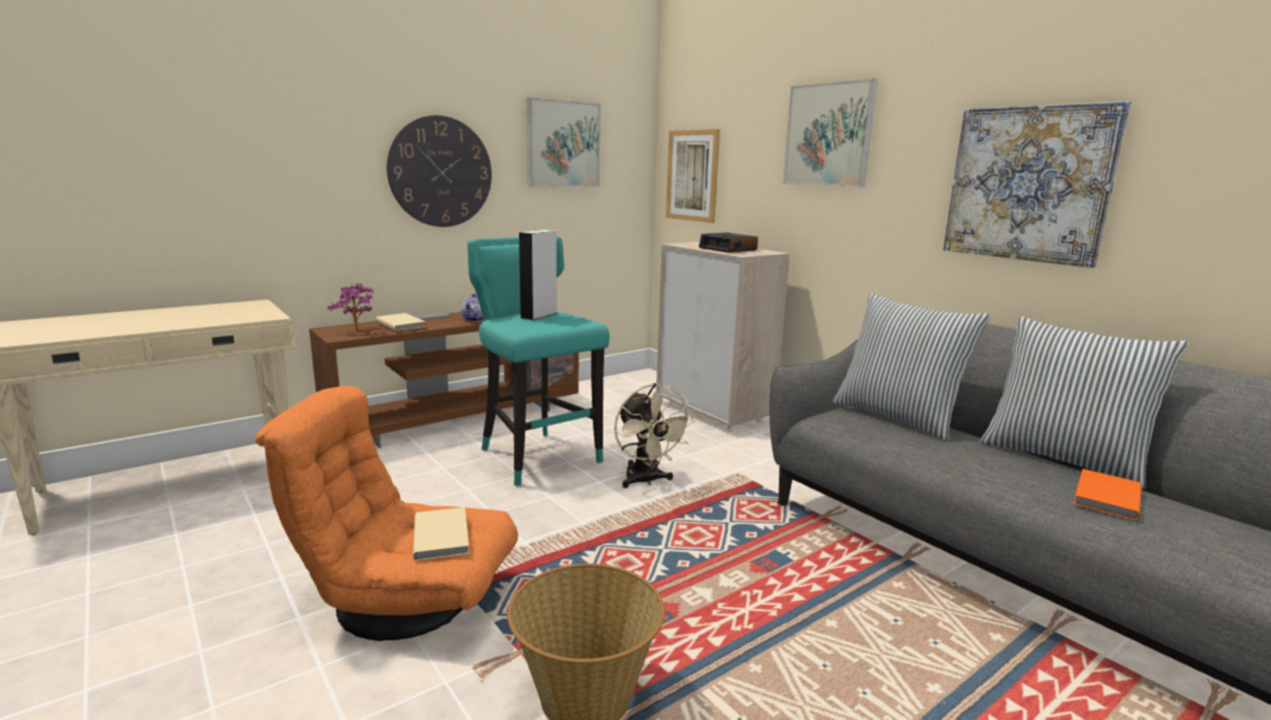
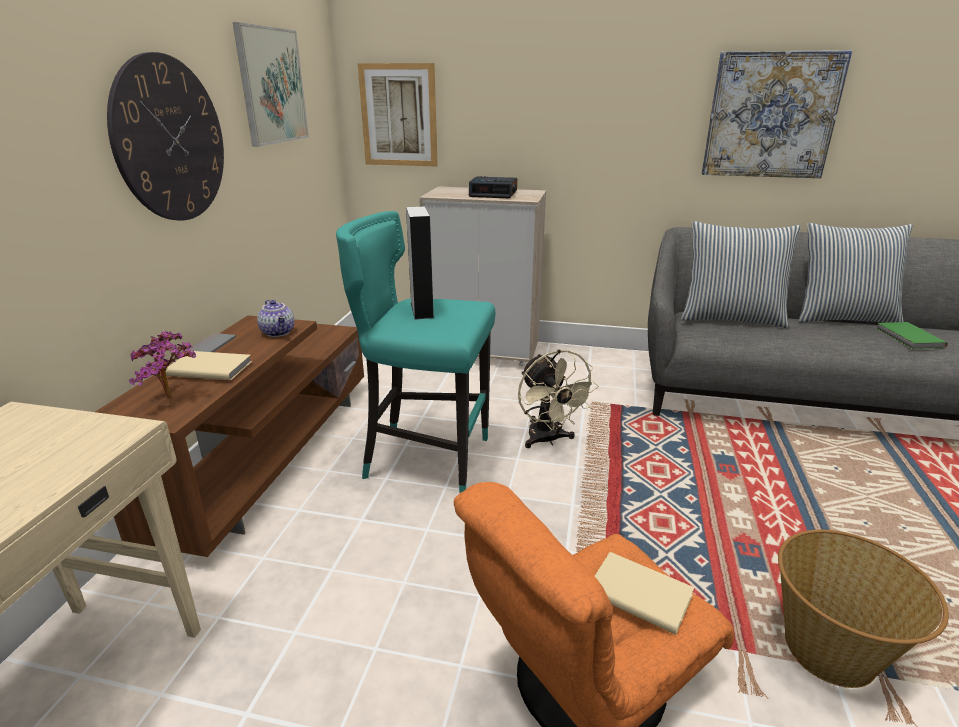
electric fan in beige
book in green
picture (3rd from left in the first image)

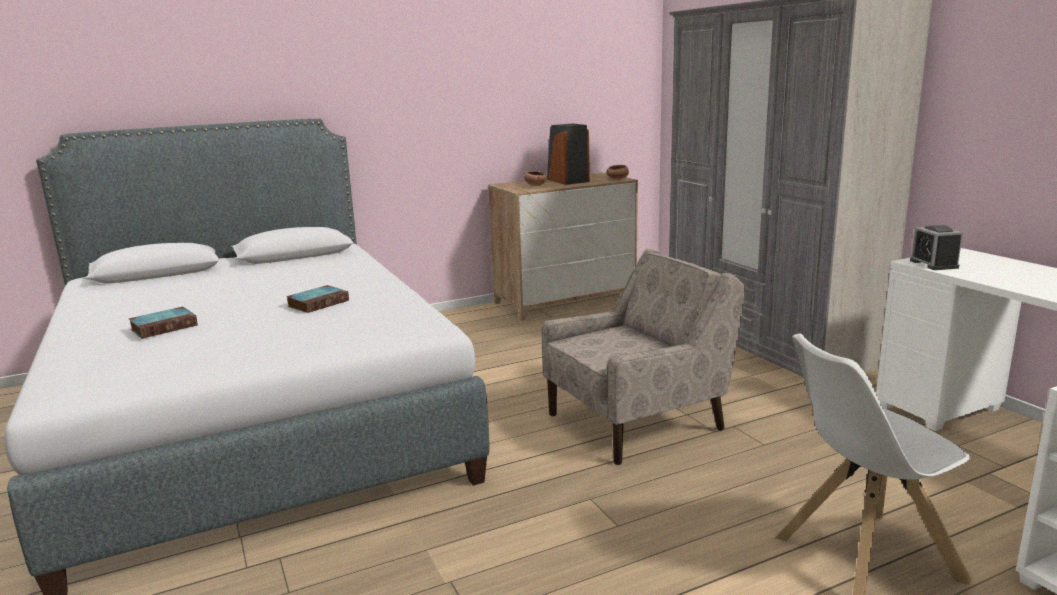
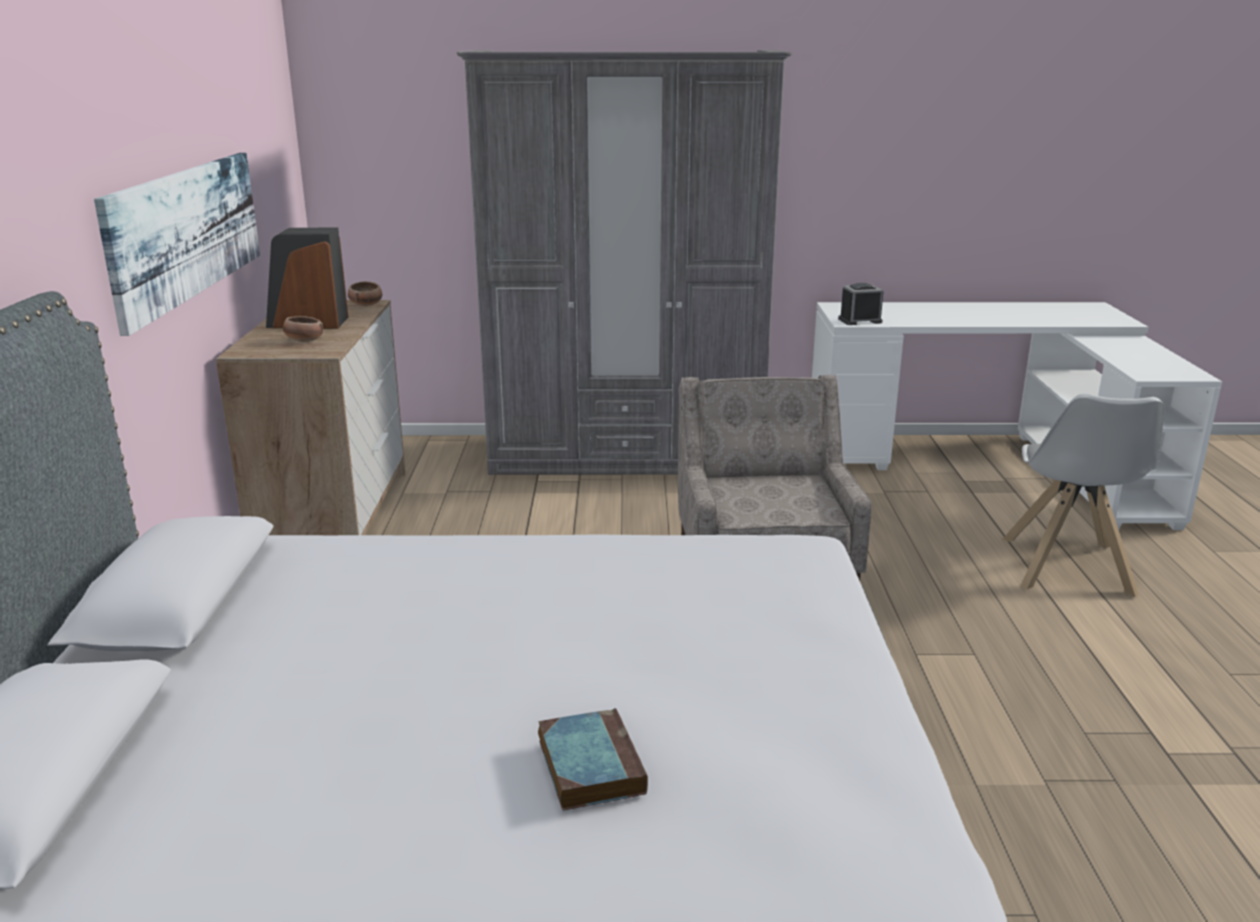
picture
table clock
book (2nd from left in the first image)

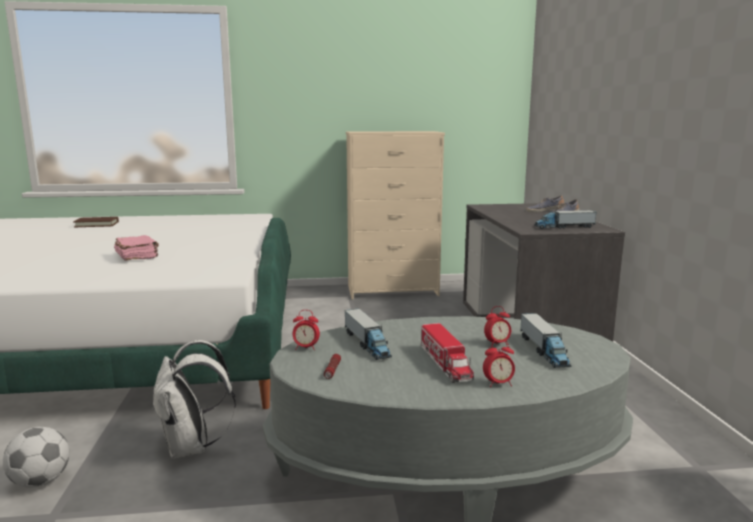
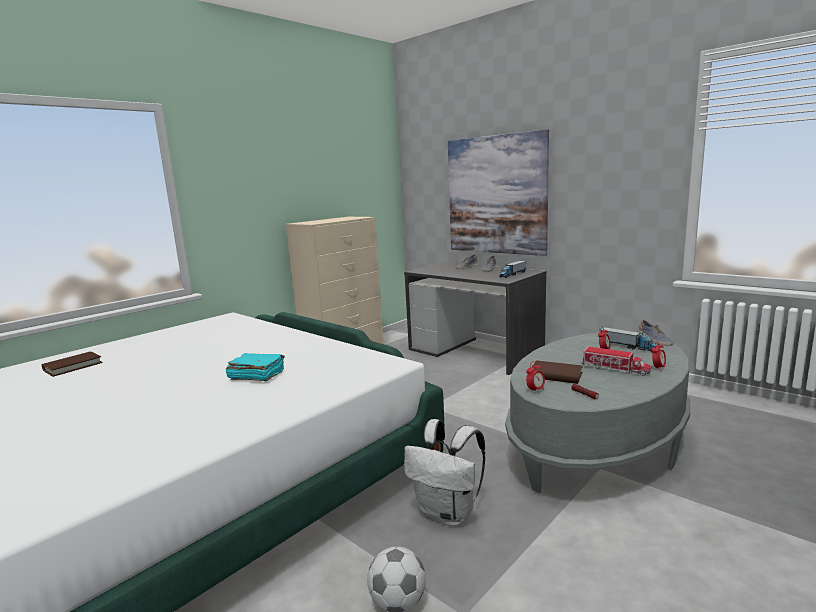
book in blue-green
picture
book in brownish (2nd from left)
shoe (3rd from left)

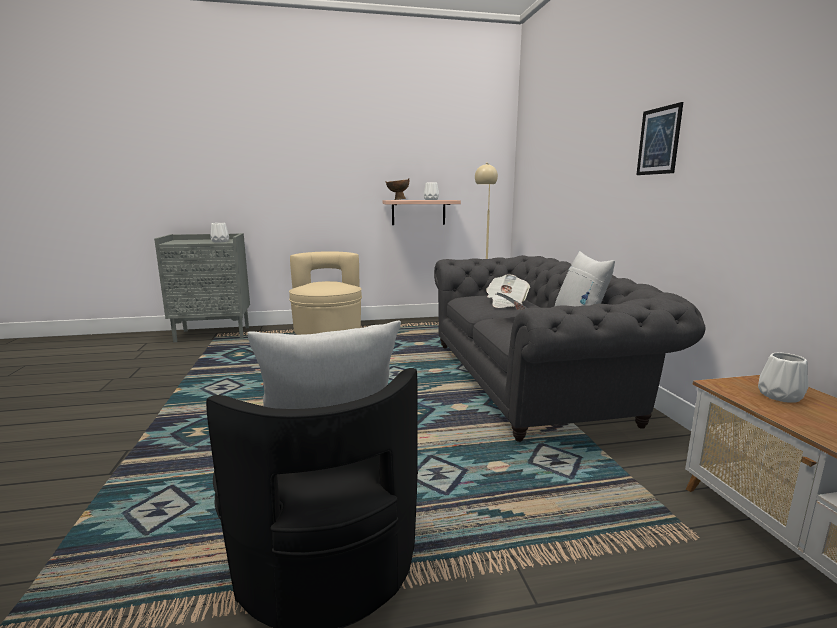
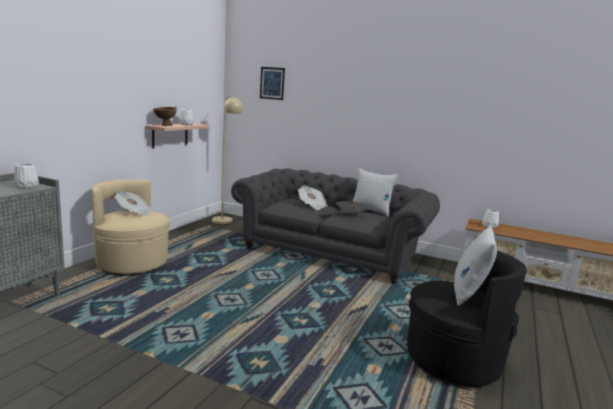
newspaper (1st from left)
picture

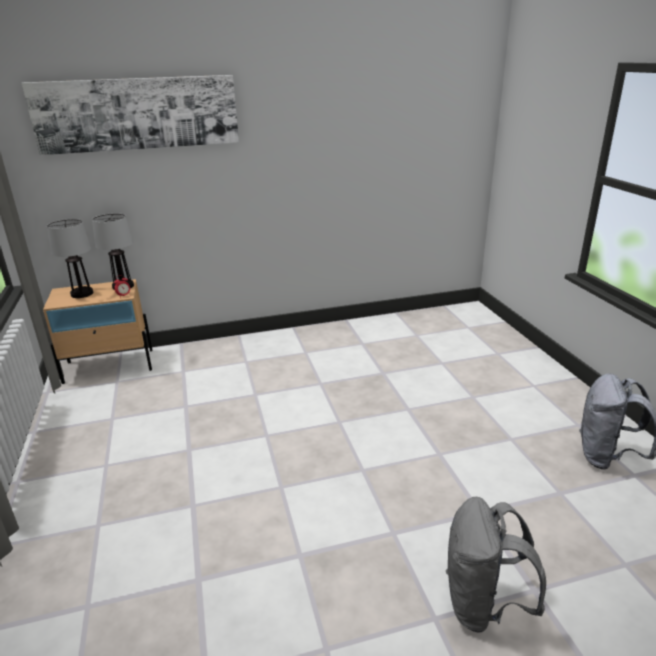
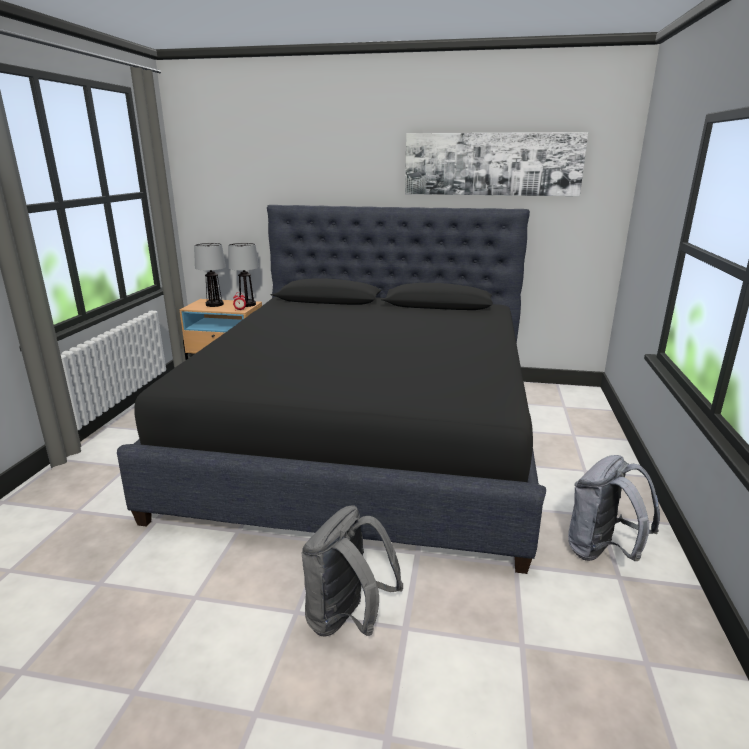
bedroom bed in black
picture

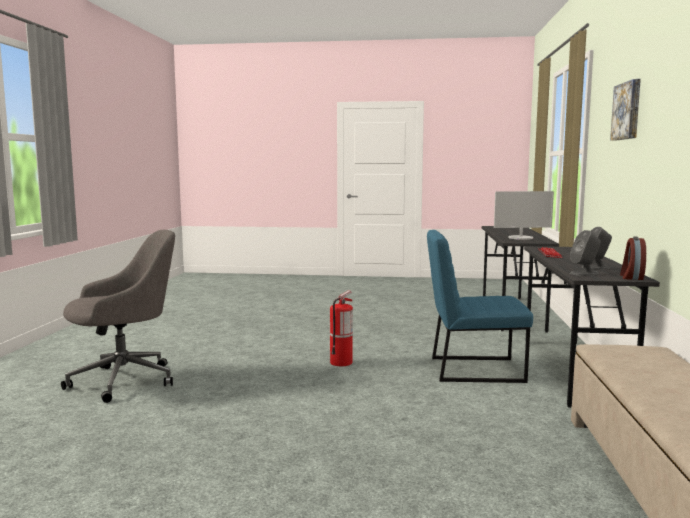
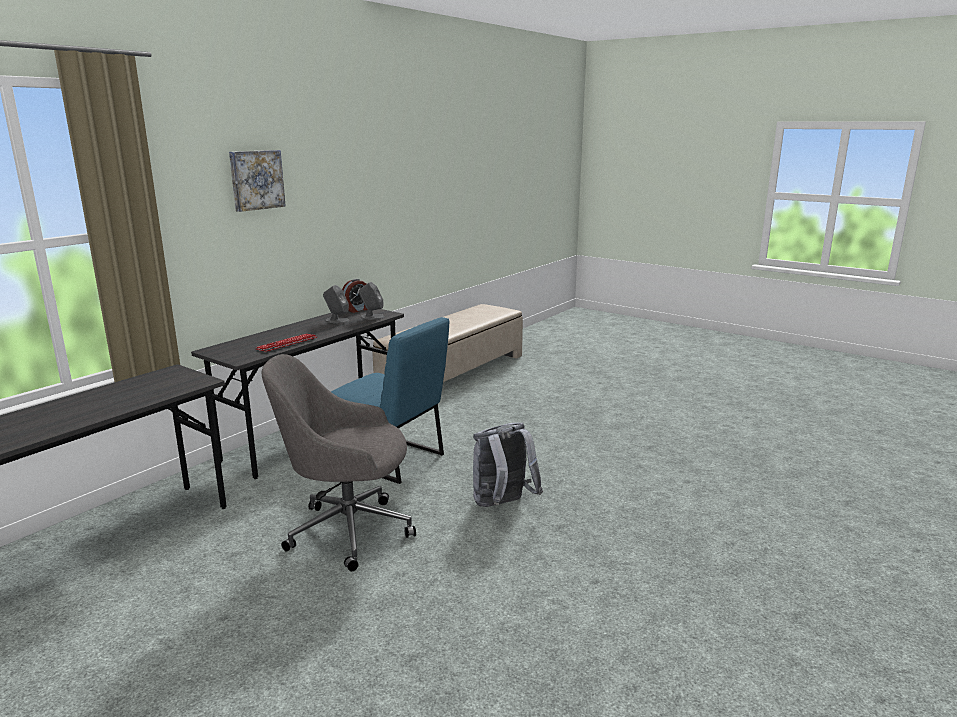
computer chair in grey
backpack in grey
computer screen

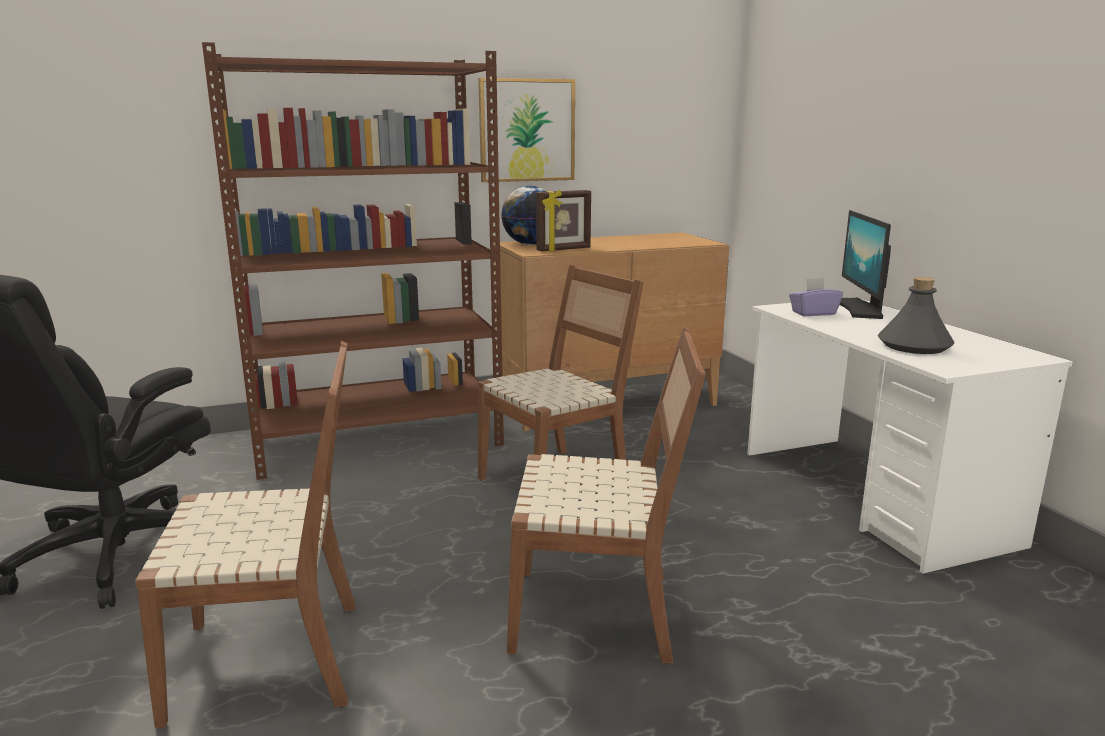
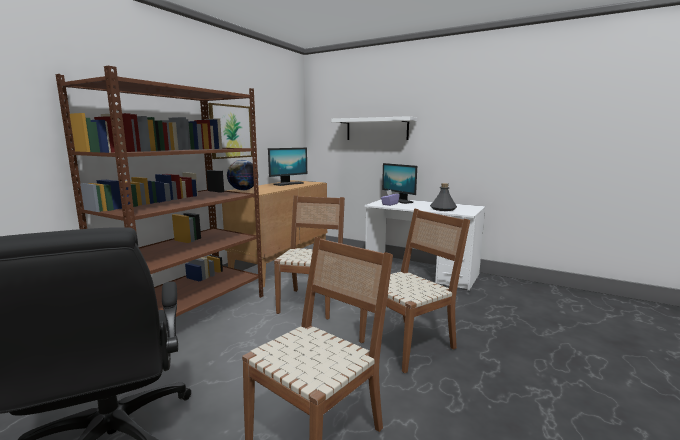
computer screen (1st from left)
wall shelf in whitish
standing frame

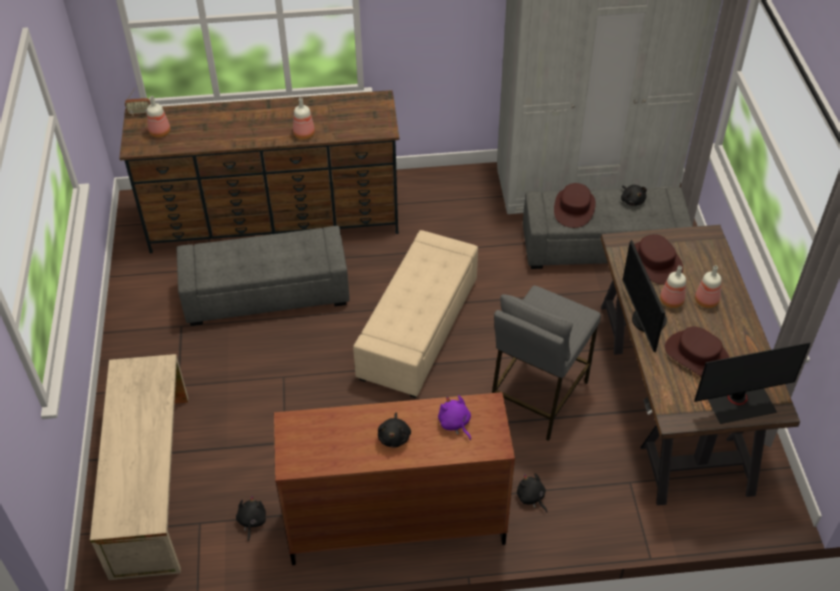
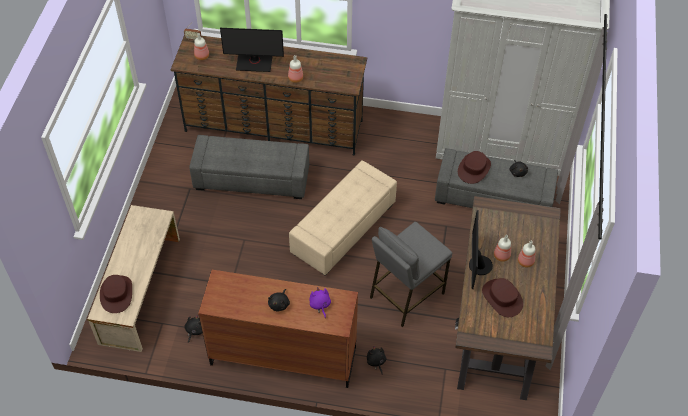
clothing hat in brownish (1st from left)
computer screen (1st from left)

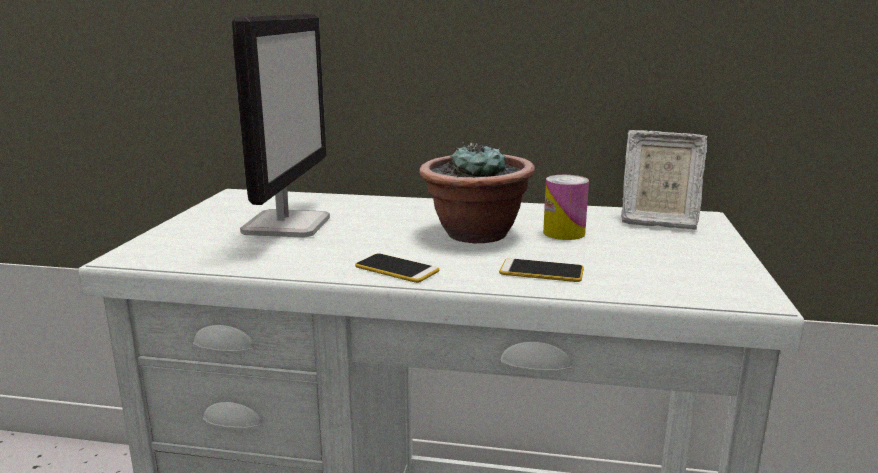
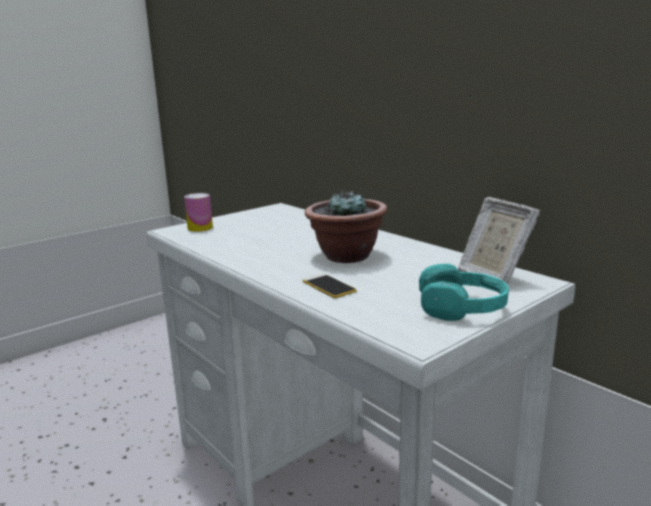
can
headphones in blue-green
computer screen
telephone (1st from left in the first image)

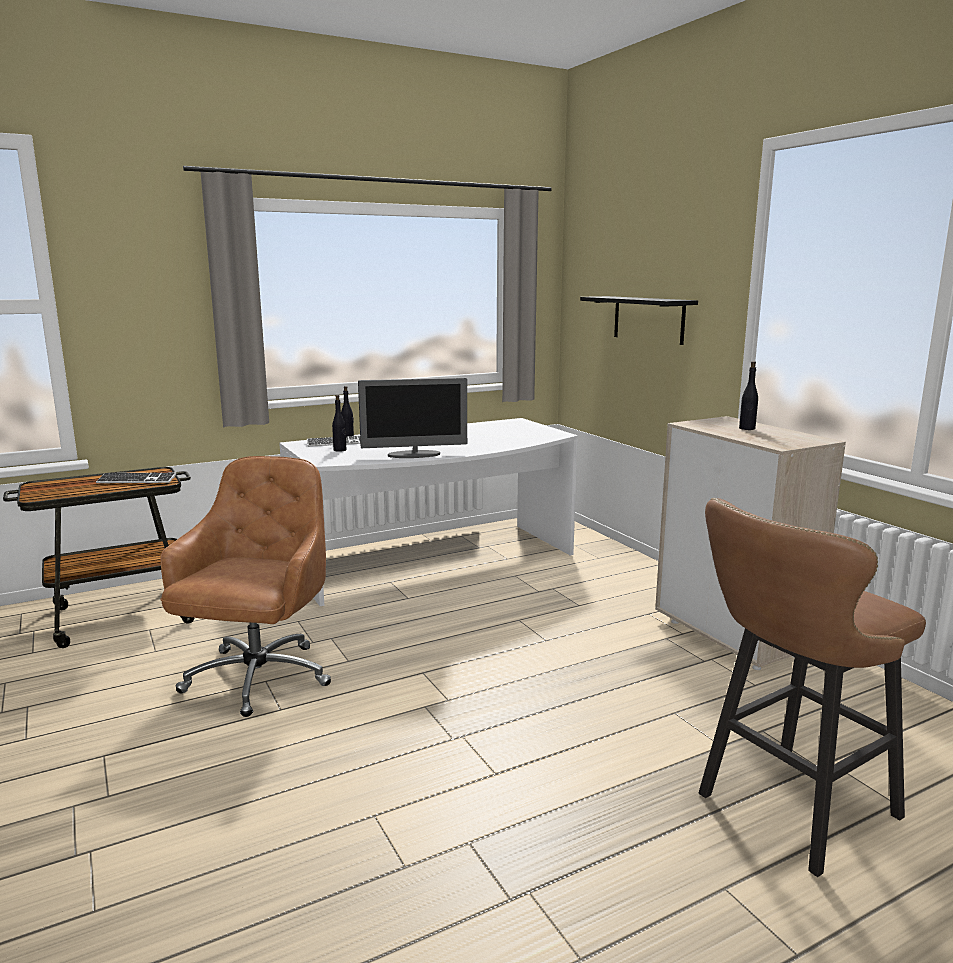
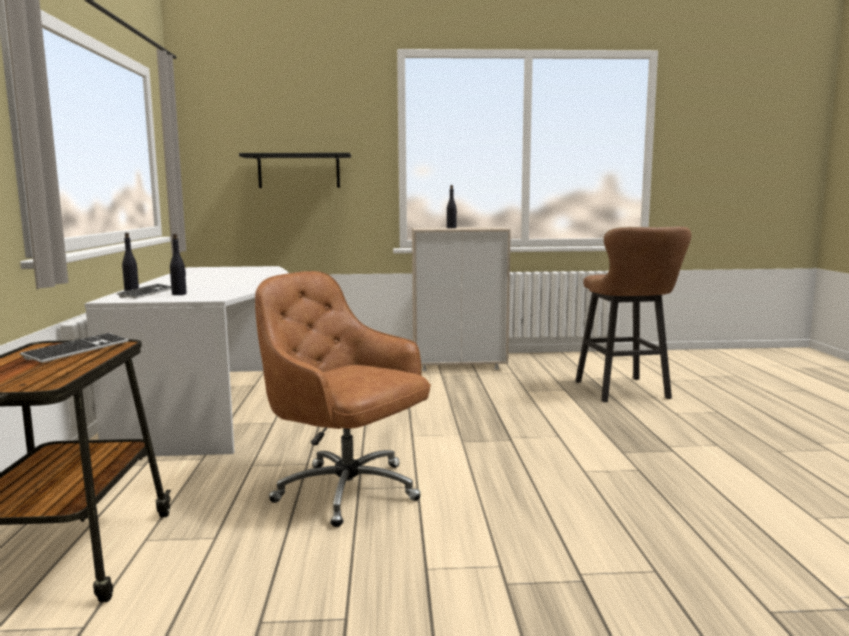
computer screen

